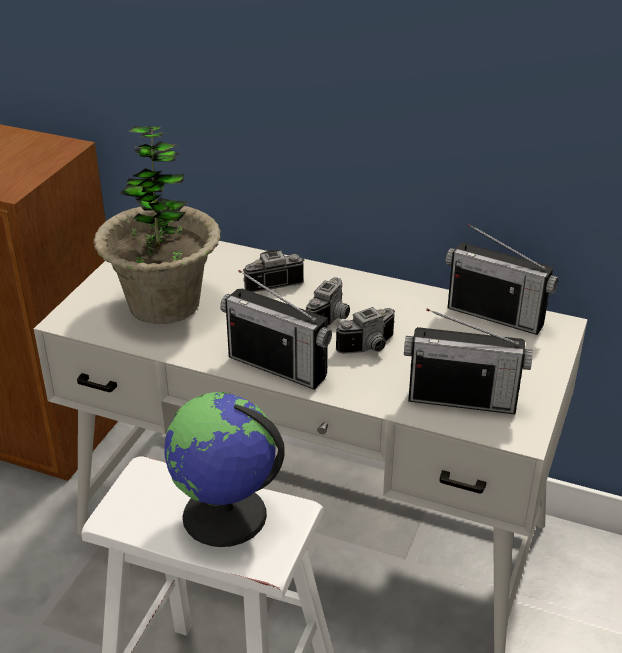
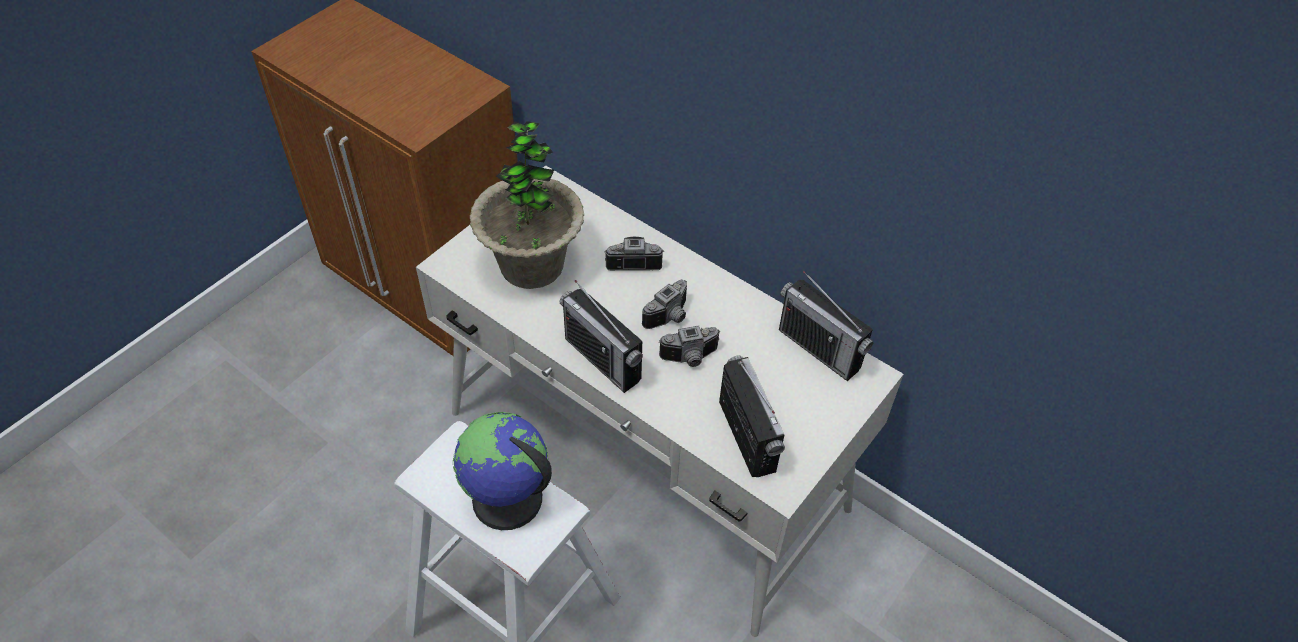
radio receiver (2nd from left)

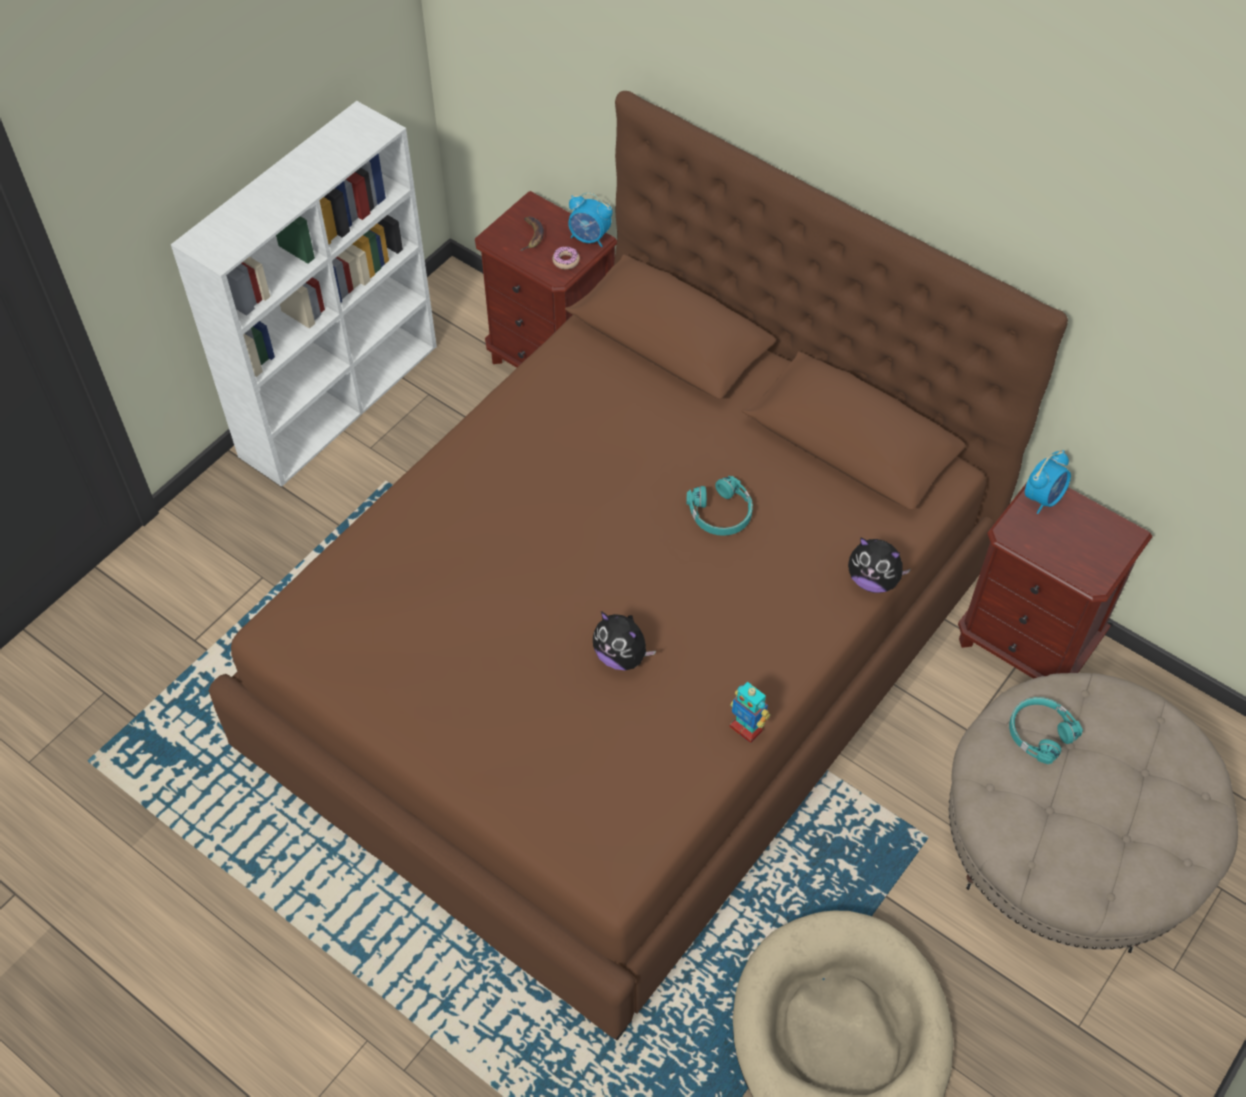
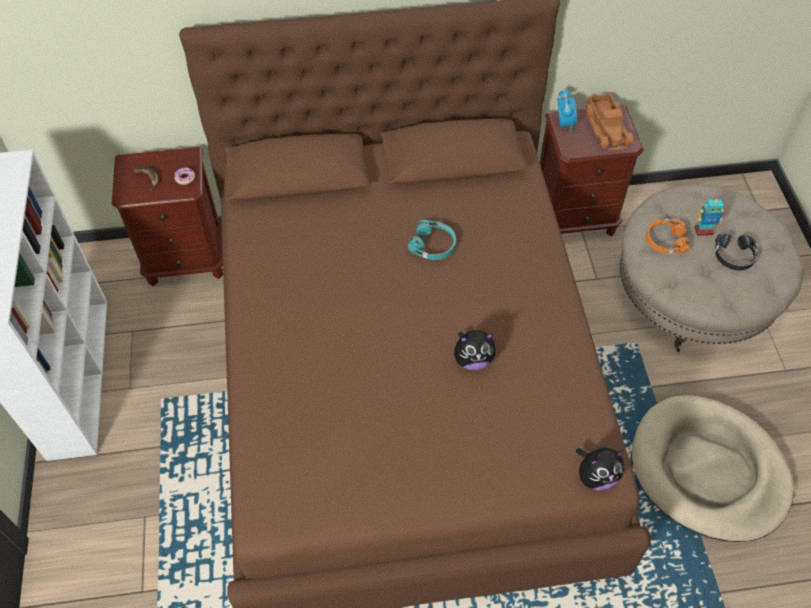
plush toy (2nd from left)
toy lorry
headphones in orangey
robot figure
headphones in black
table clock (1st from left in the first image)

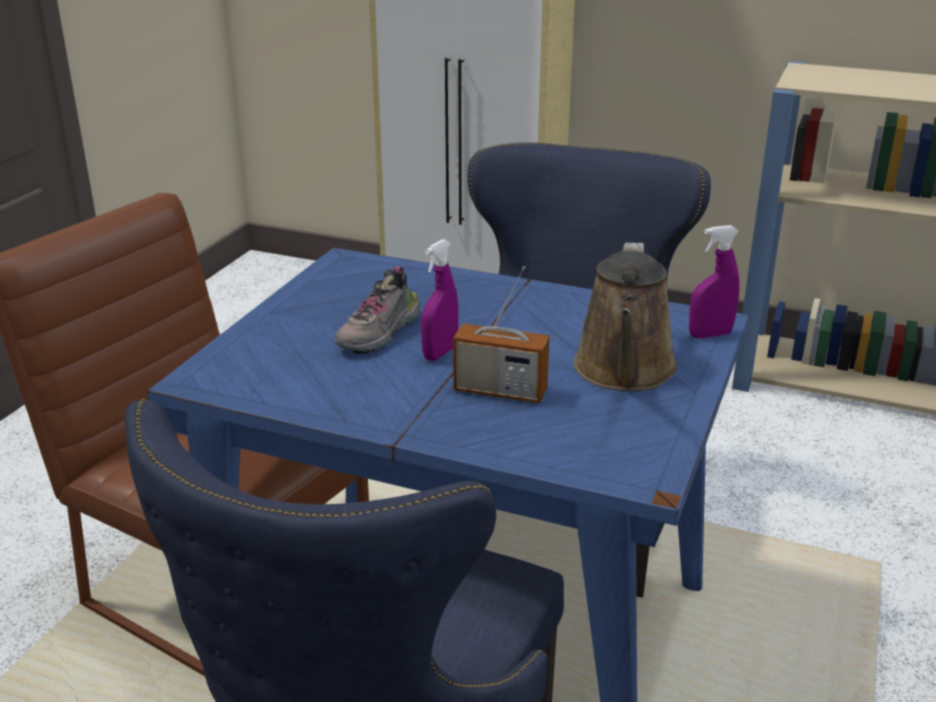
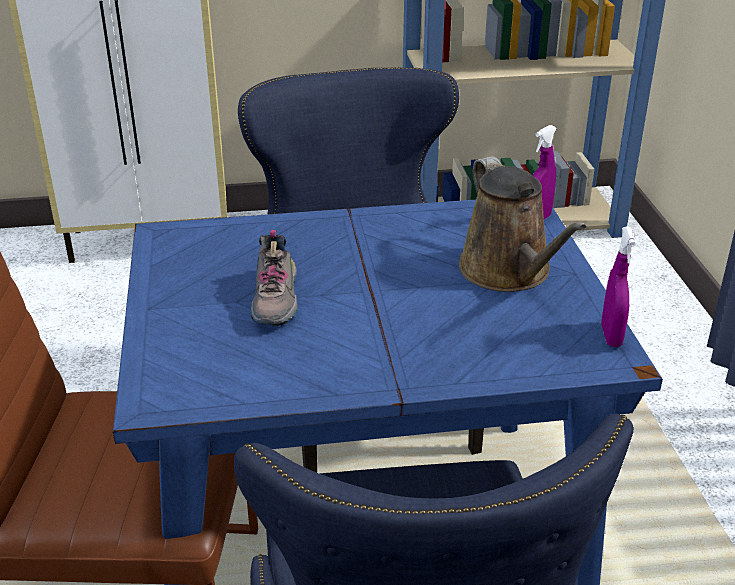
sprayer in purplish (2nd from left)
radio receiver

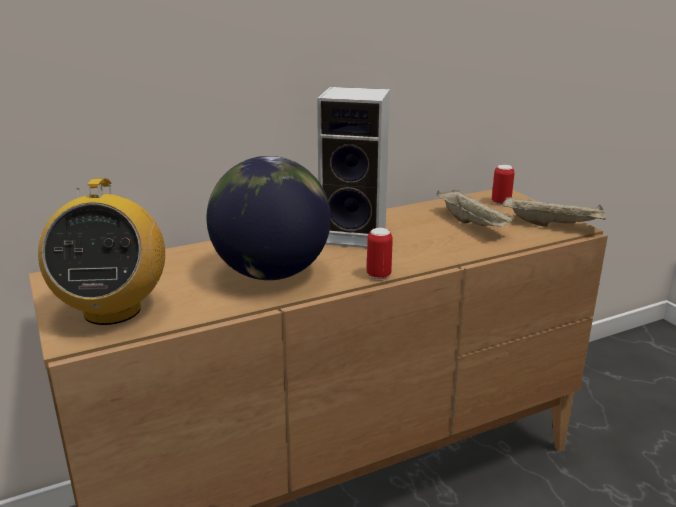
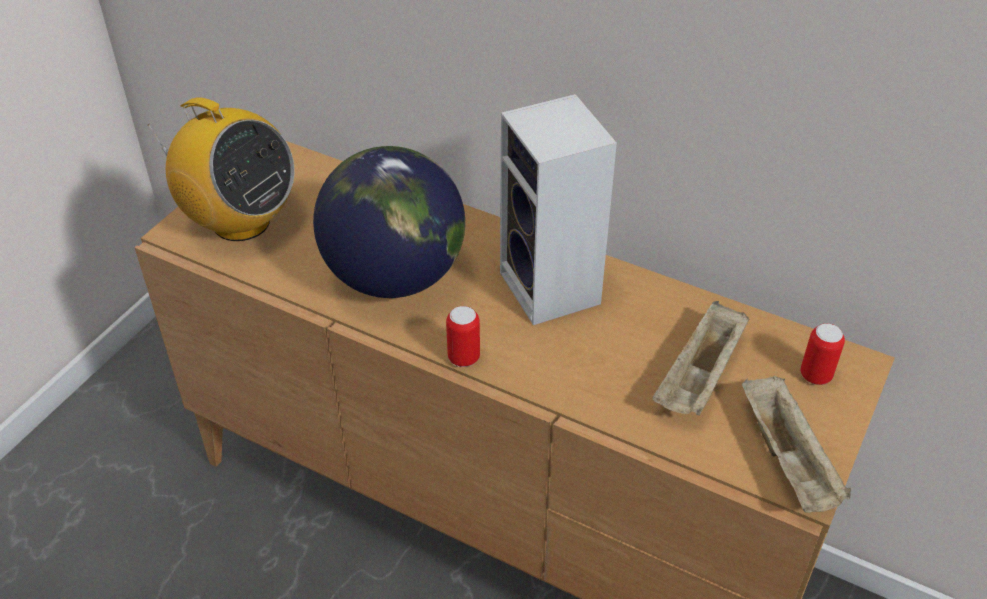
radio receiver

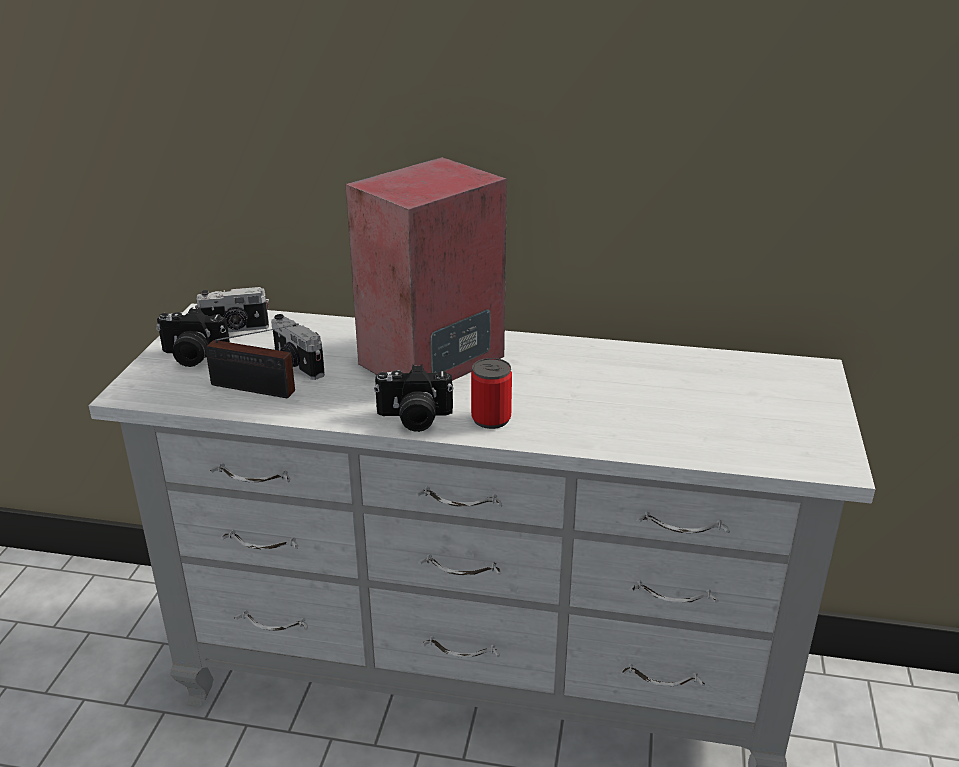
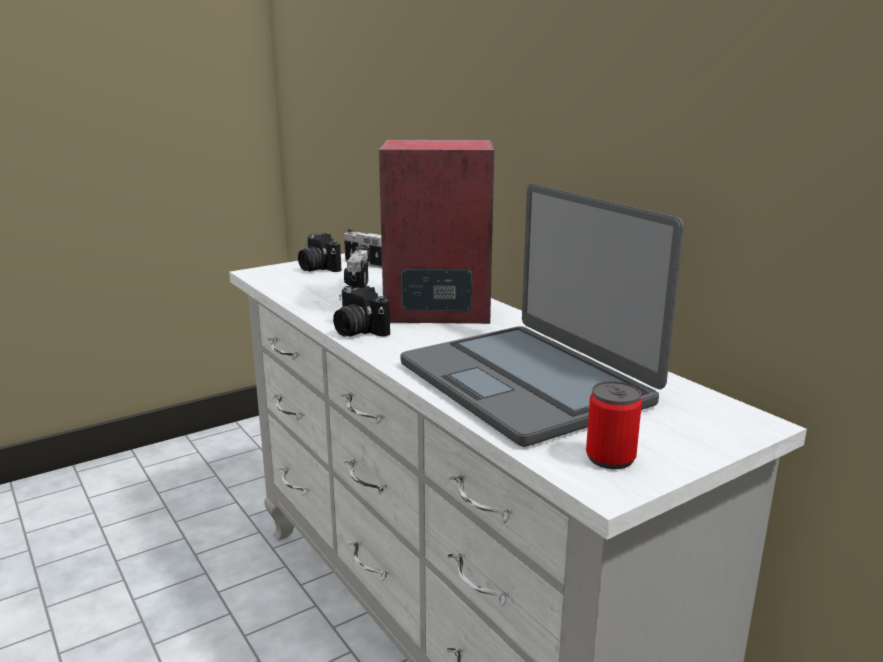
laptop
can
radio receiver

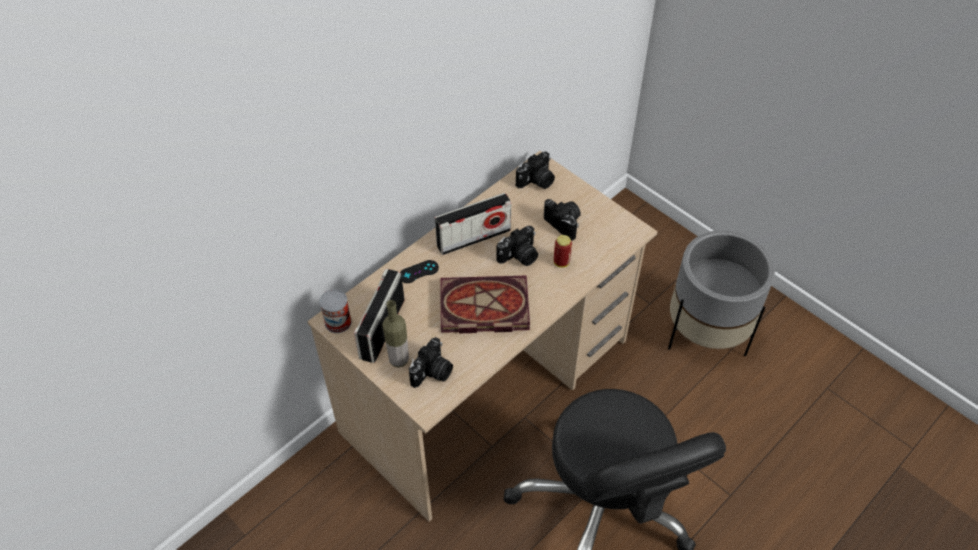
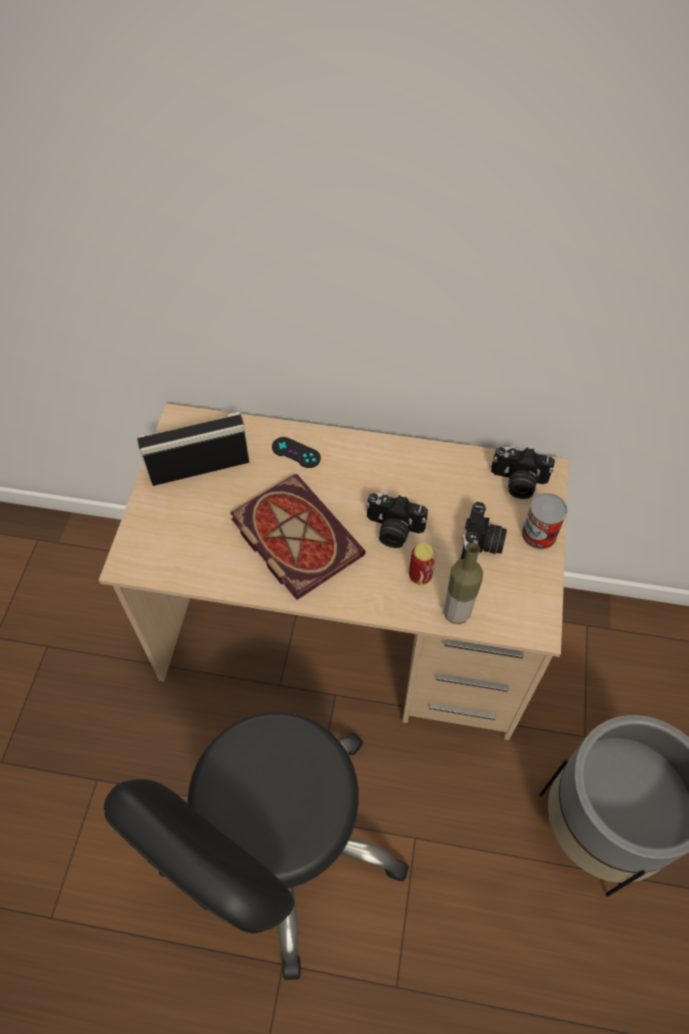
bottle
can (2nd from left)
still camera (1st from left in the first image)
radio receiver (2nd from left in the first image)

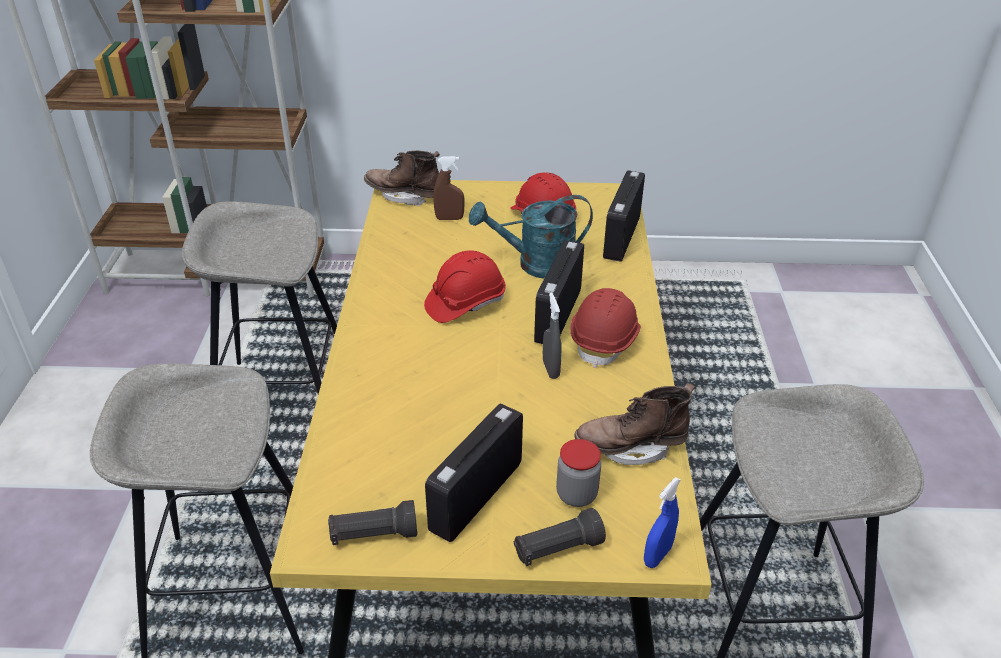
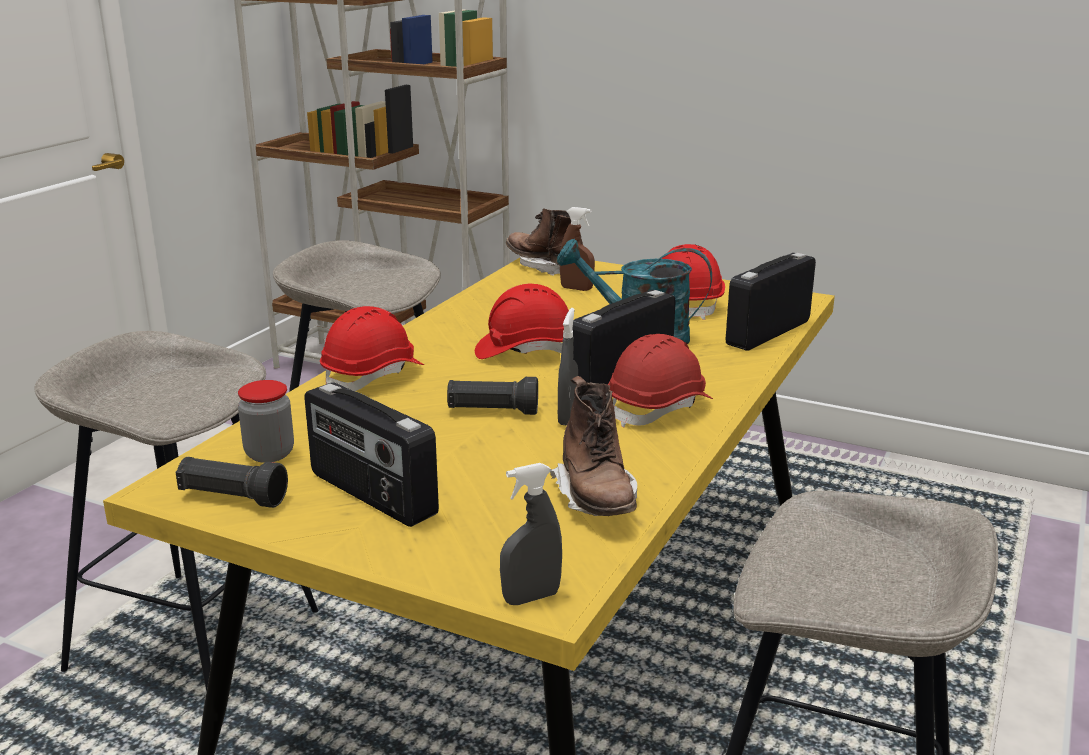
jar
radio receiver (1st from left)
work helmet in red (1st from left)
flashlight in black (2nd from left)
sprayer in grey (1st from left)
boot in brownish (2nd from left)

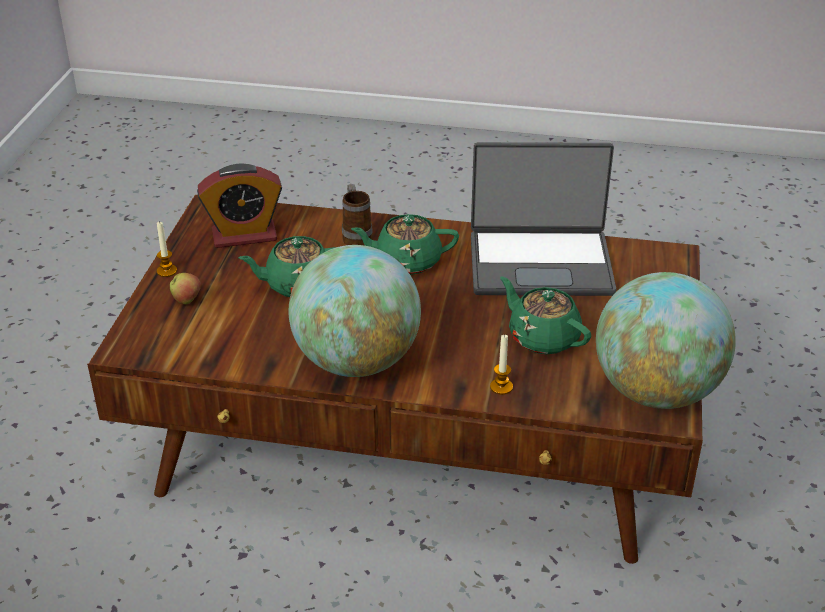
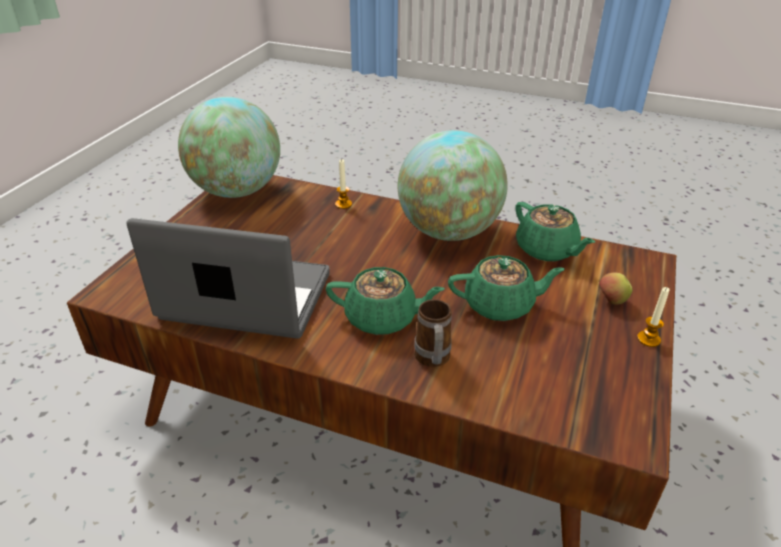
tea pot in green (3rd from left)
table clock

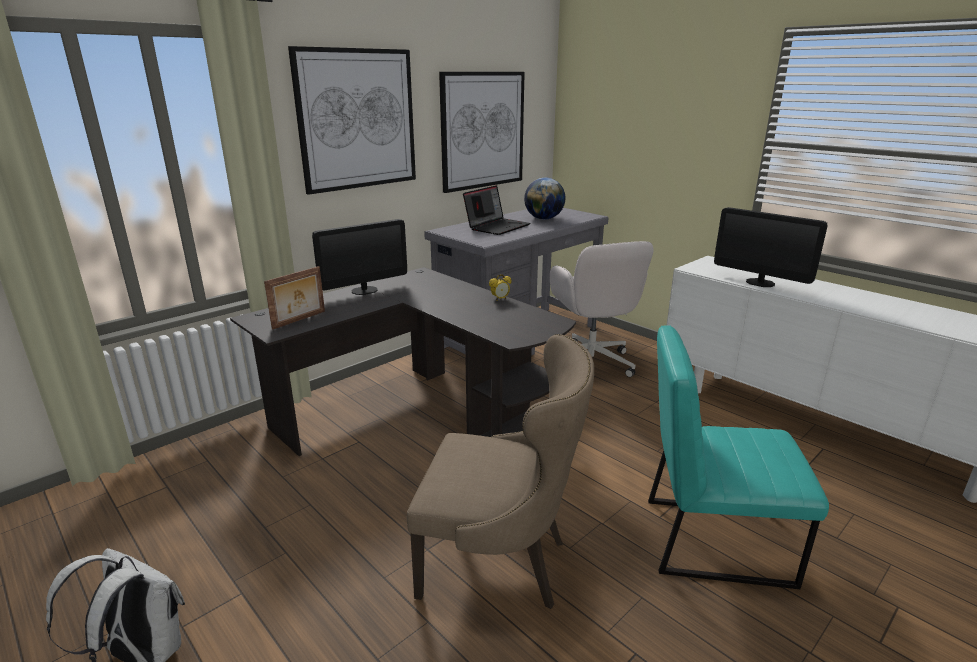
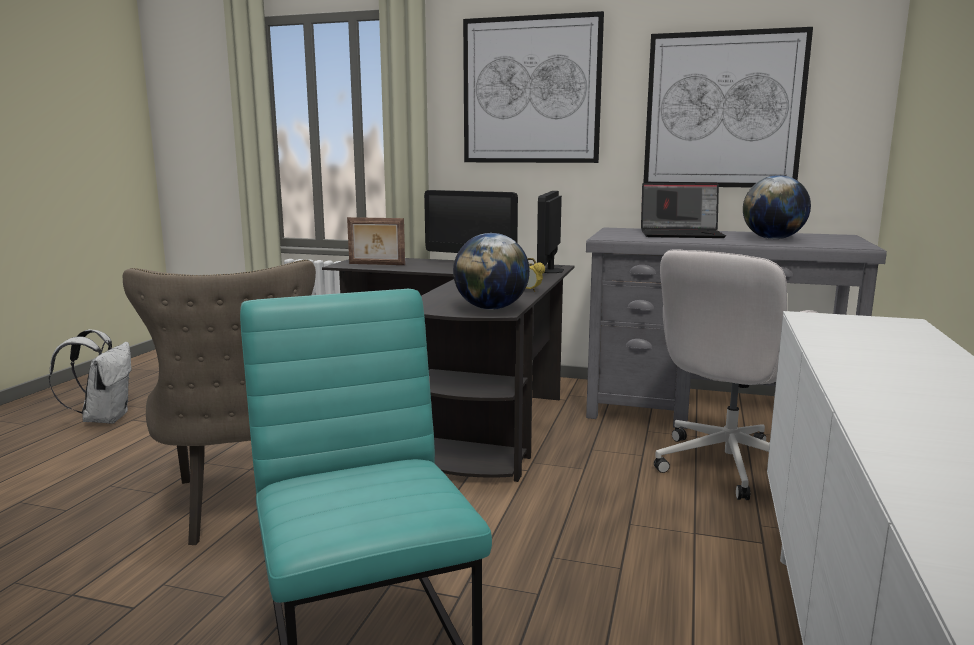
globe (1st from left)
computer screen (2nd from left)

